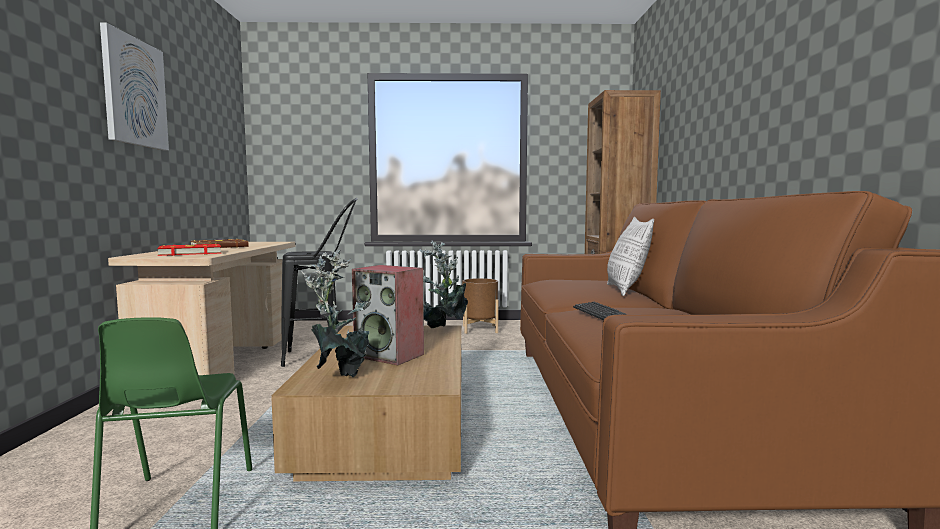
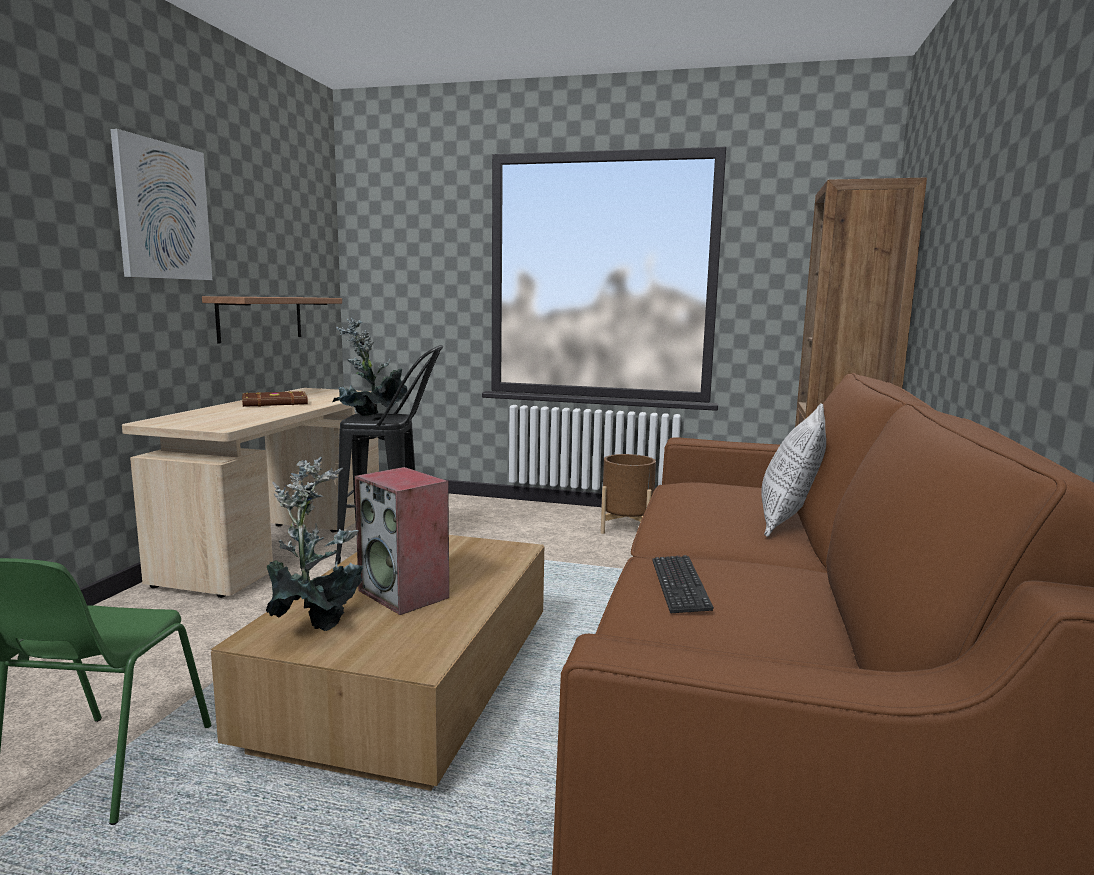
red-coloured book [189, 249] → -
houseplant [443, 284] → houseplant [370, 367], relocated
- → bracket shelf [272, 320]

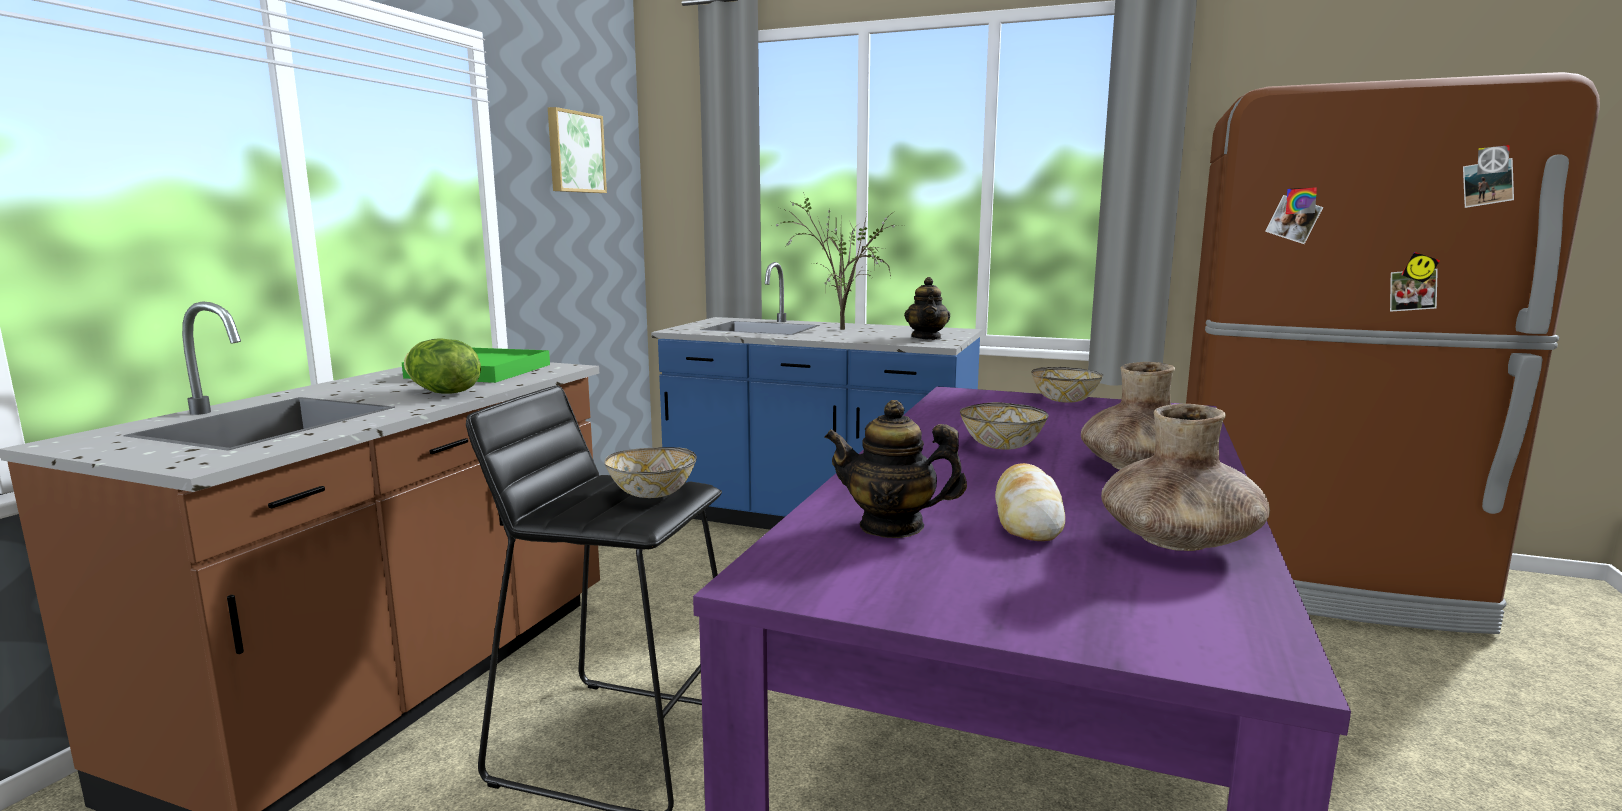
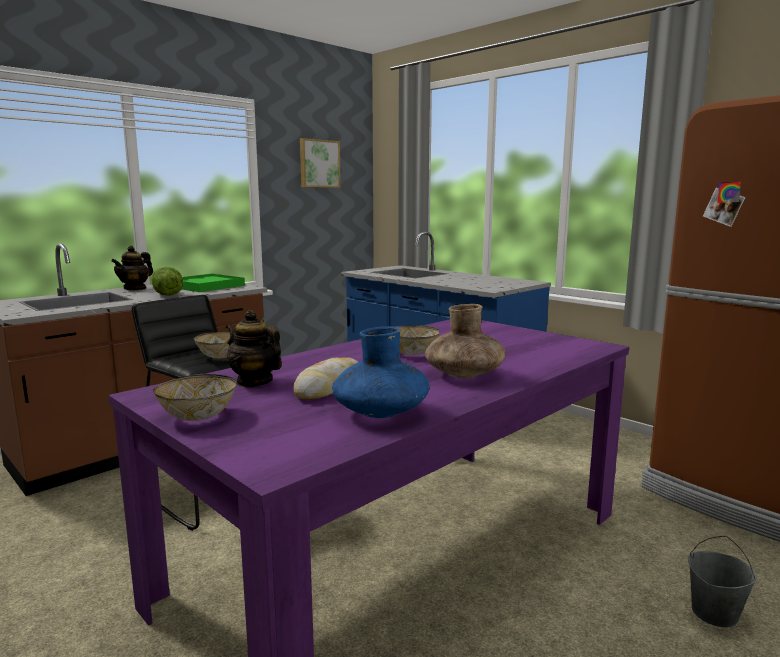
houseplant [838, 261] → -
tea pot [927, 308] → tea pot [132, 268], relocated
serving bowl [1067, 385] → serving bowl [195, 397], relocated
brownish decorative vase [1185, 477] → bluish decorative vase [380, 372]
- → gray bucket [722, 581]

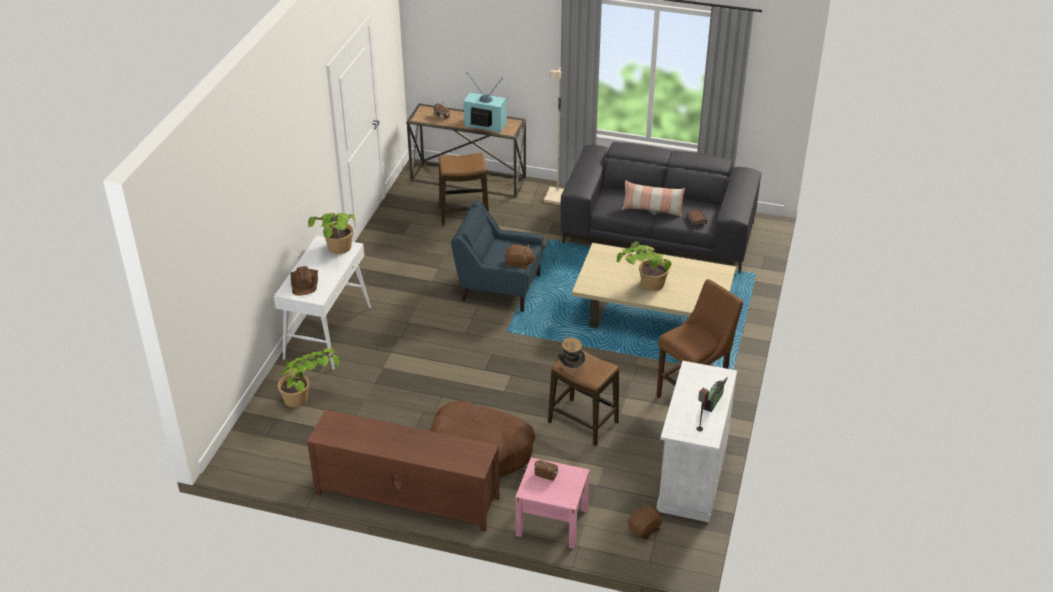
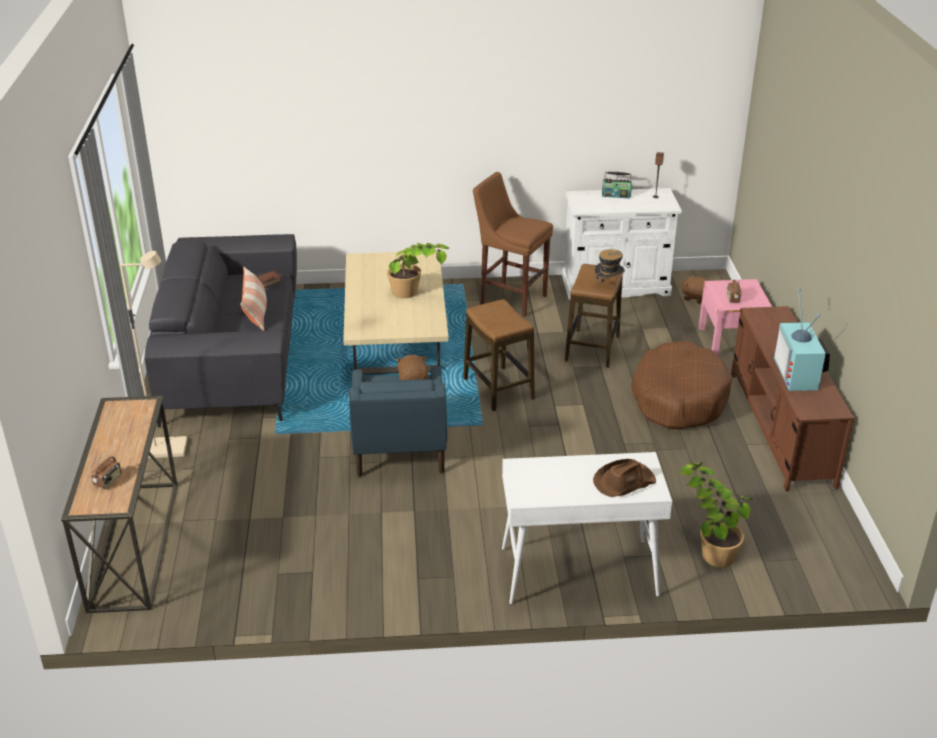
houseplant [332, 233] → -
sitting stool [464, 189] → sitting stool [499, 355], relocated
TV [485, 102] → TV [802, 339], relocated

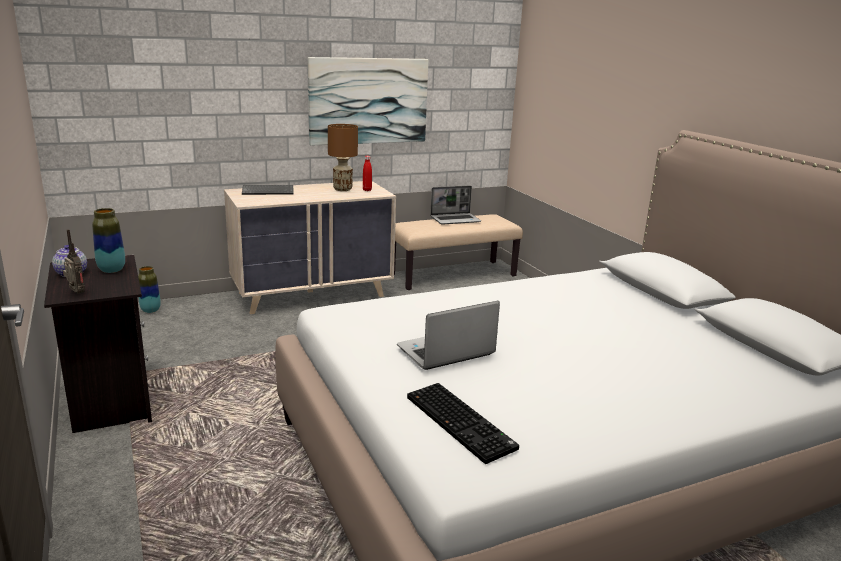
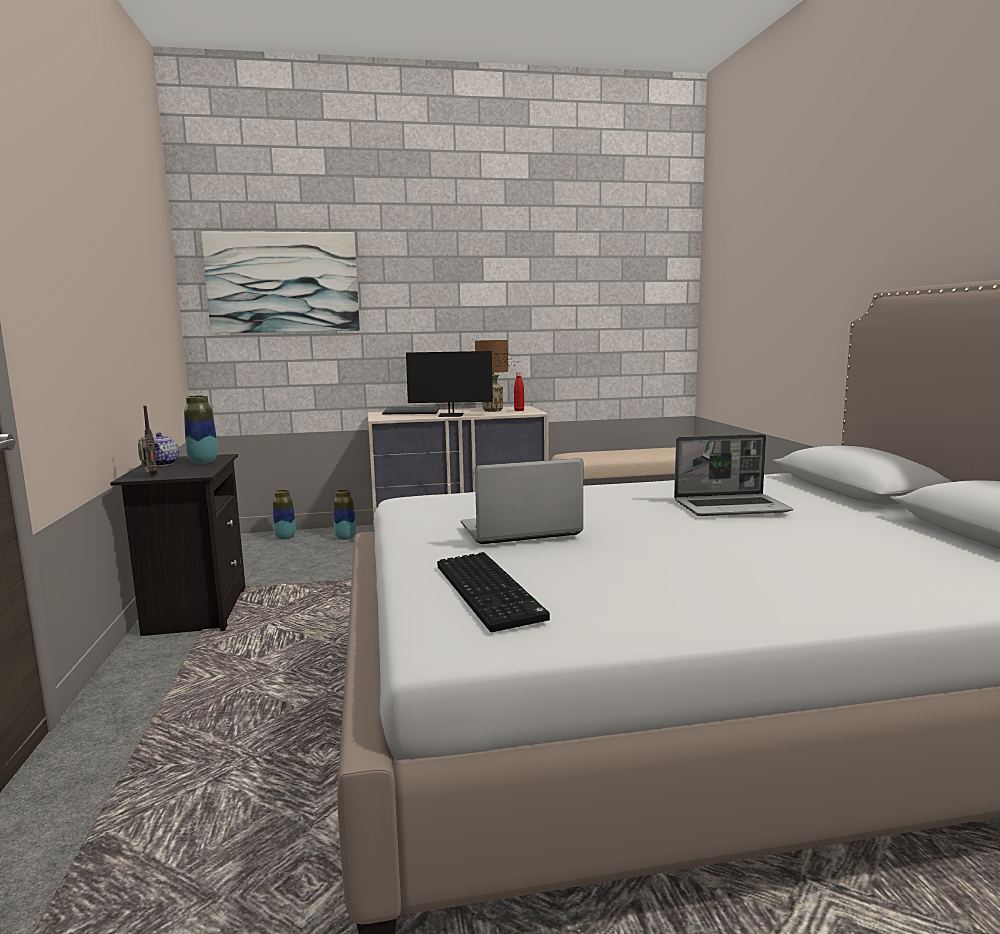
picture [368, 101] → picture [280, 282], relocated
portable computer [455, 205] → portable computer [733, 475], relocated
- → decorative vase [345, 515]
- → computer screen [460, 384]

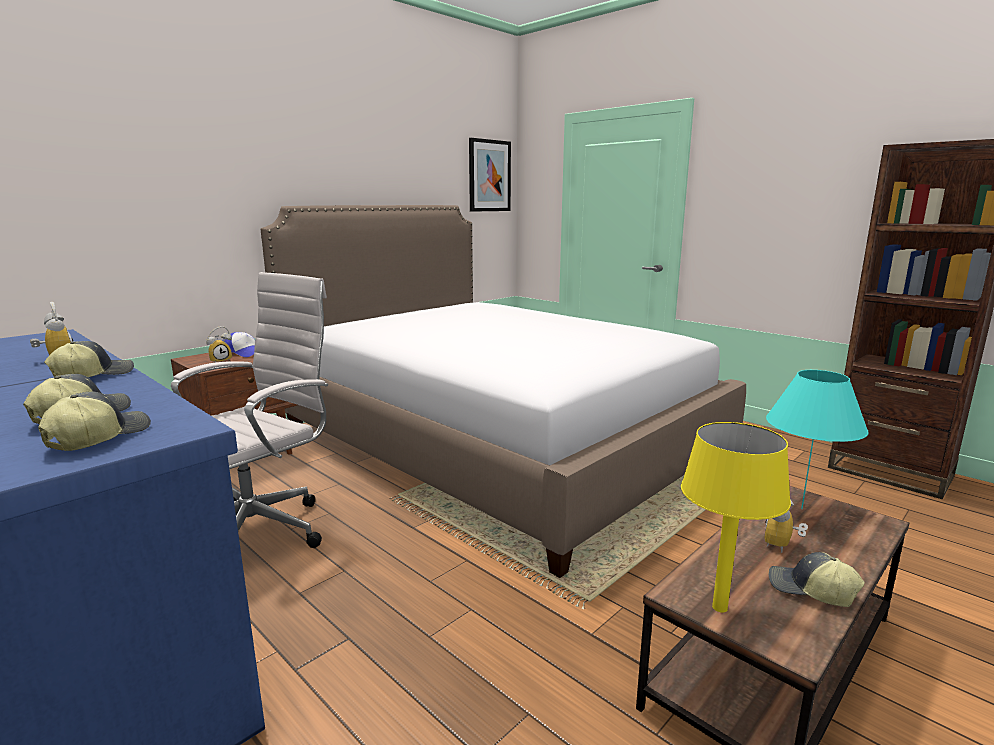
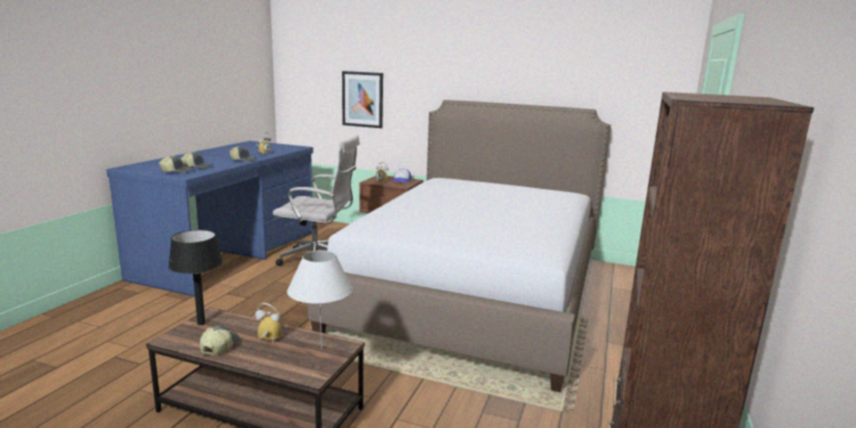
picture [490, 175] → picture [362, 99], relocated
yellow tabletop lamp [736, 517] → black-coloured tabletop lamp [195, 277]
turquoise-coloured tabletop lamp [817, 439] → white tabletop lamp [320, 300]

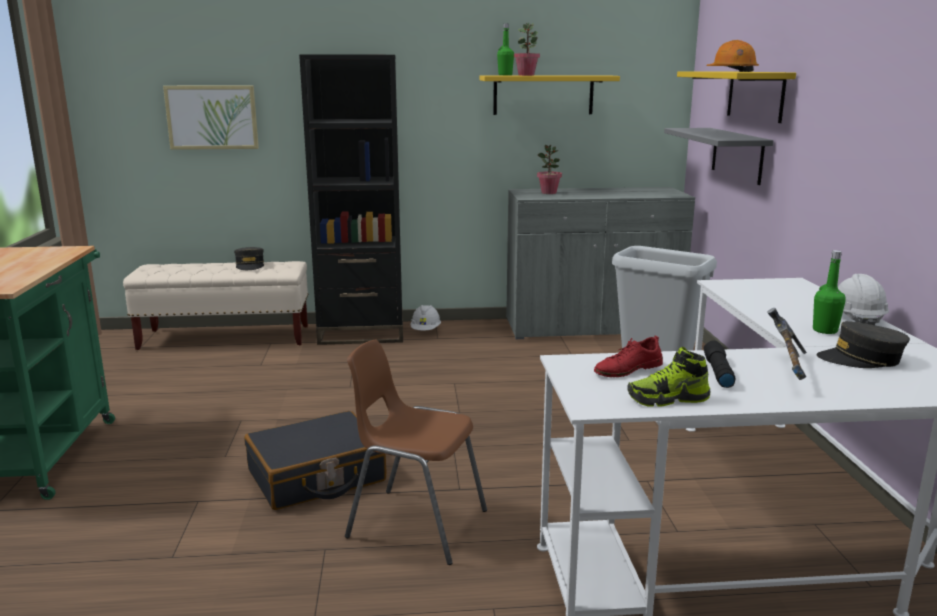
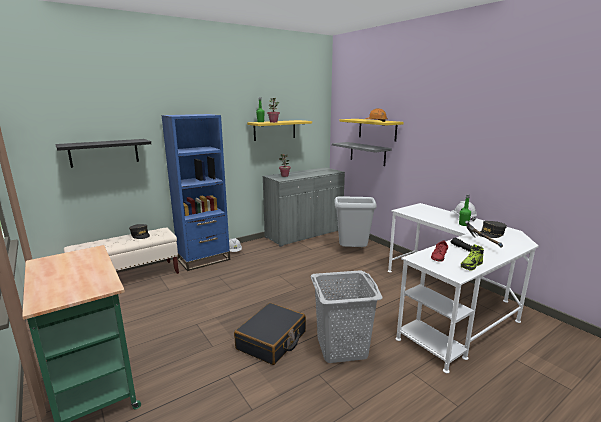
picture [211, 117] → black-coloured bracket shelf [103, 153]
black-coloured shelving unit [351, 199] → bluish shelving unit [195, 192]
brownish chair [416, 452] → gray laundry basket [346, 316]

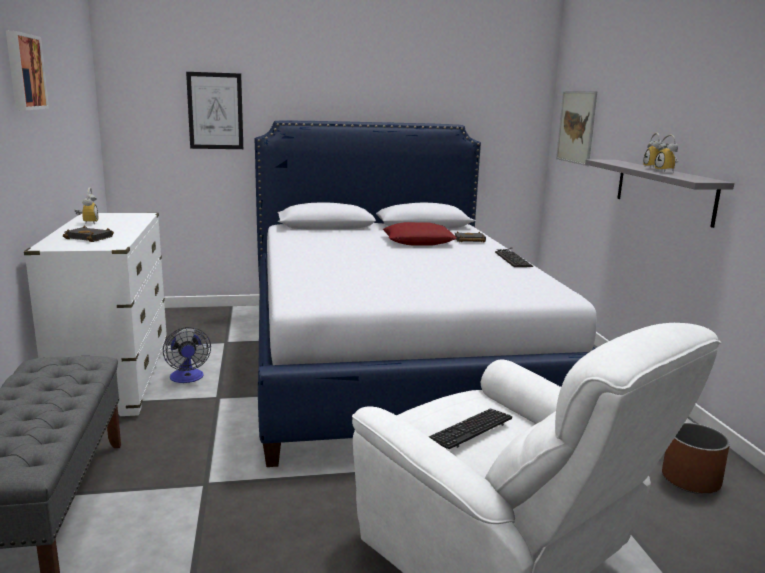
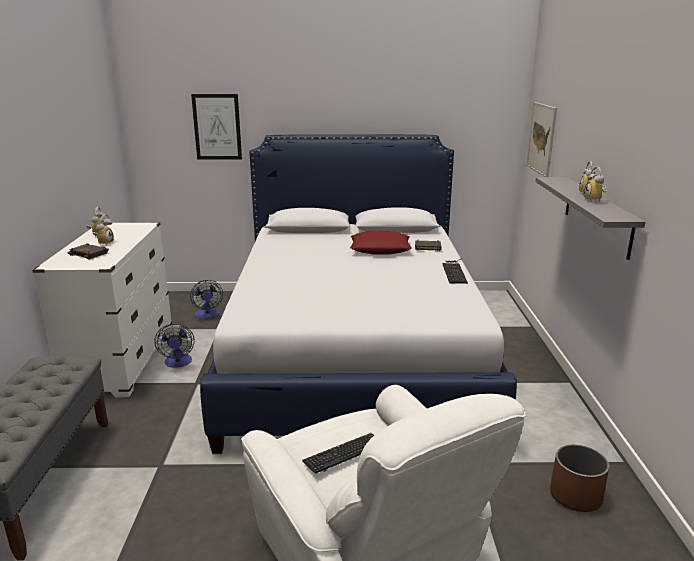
picture [27, 71] → -
- → alarm clock [103, 230]
- → cooling fan [206, 299]

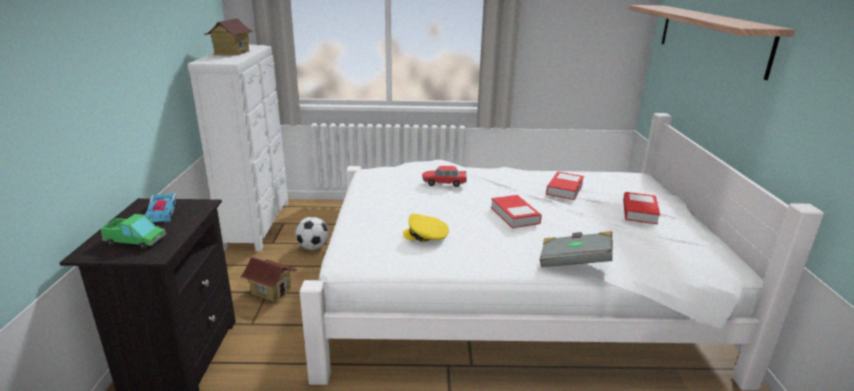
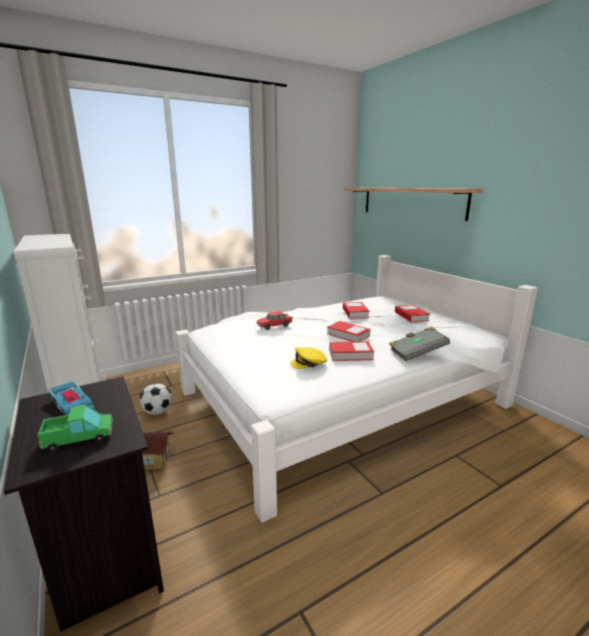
toy house [228, 36] → -
- → book [351, 351]

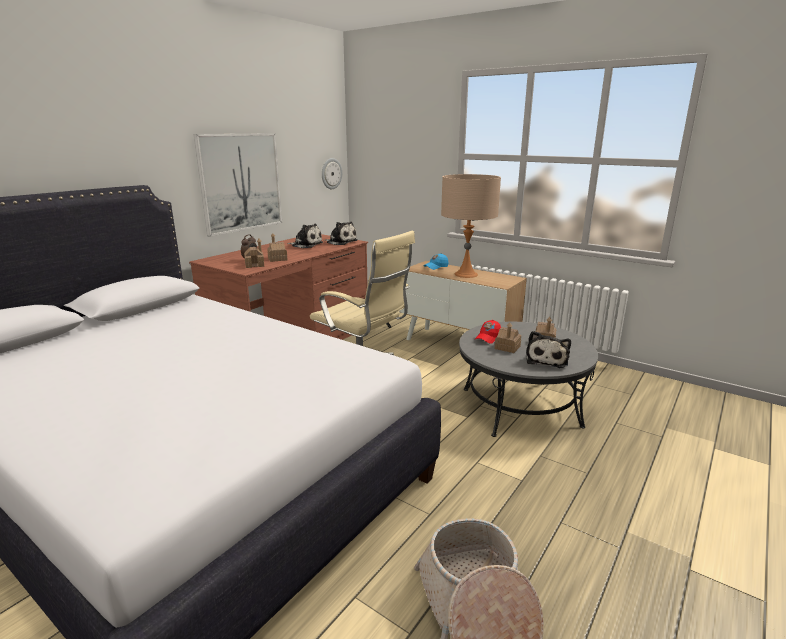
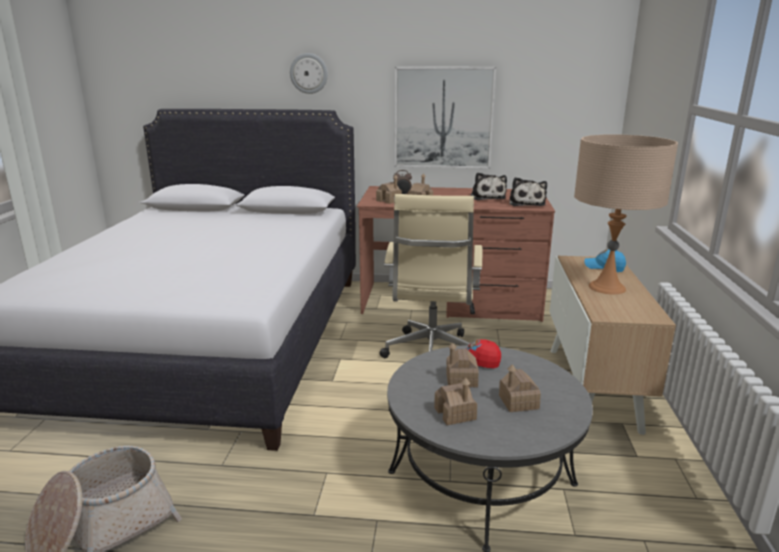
wall clock [332, 173] → wall clock [309, 73], relocated
soft toy [548, 349] → toy house [455, 401]

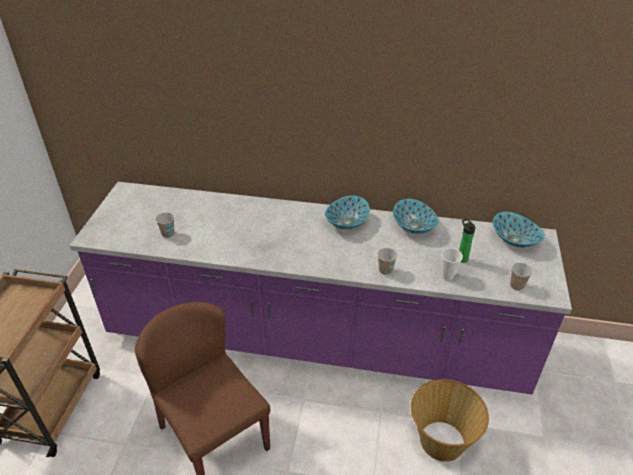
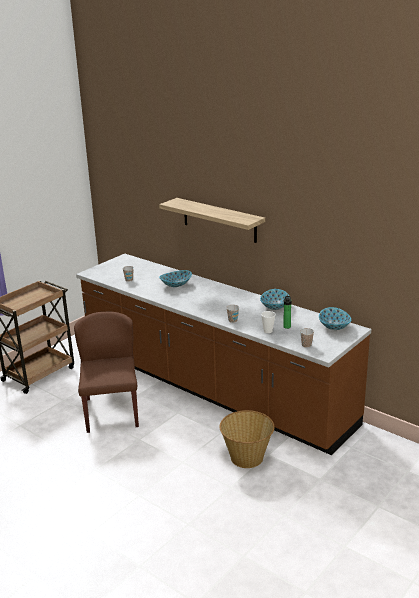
purple counter [320, 288] → brownish counter [223, 354]
serving bowl [347, 212] → serving bowl [175, 278], relocated
- → bracket shelf [212, 220]

